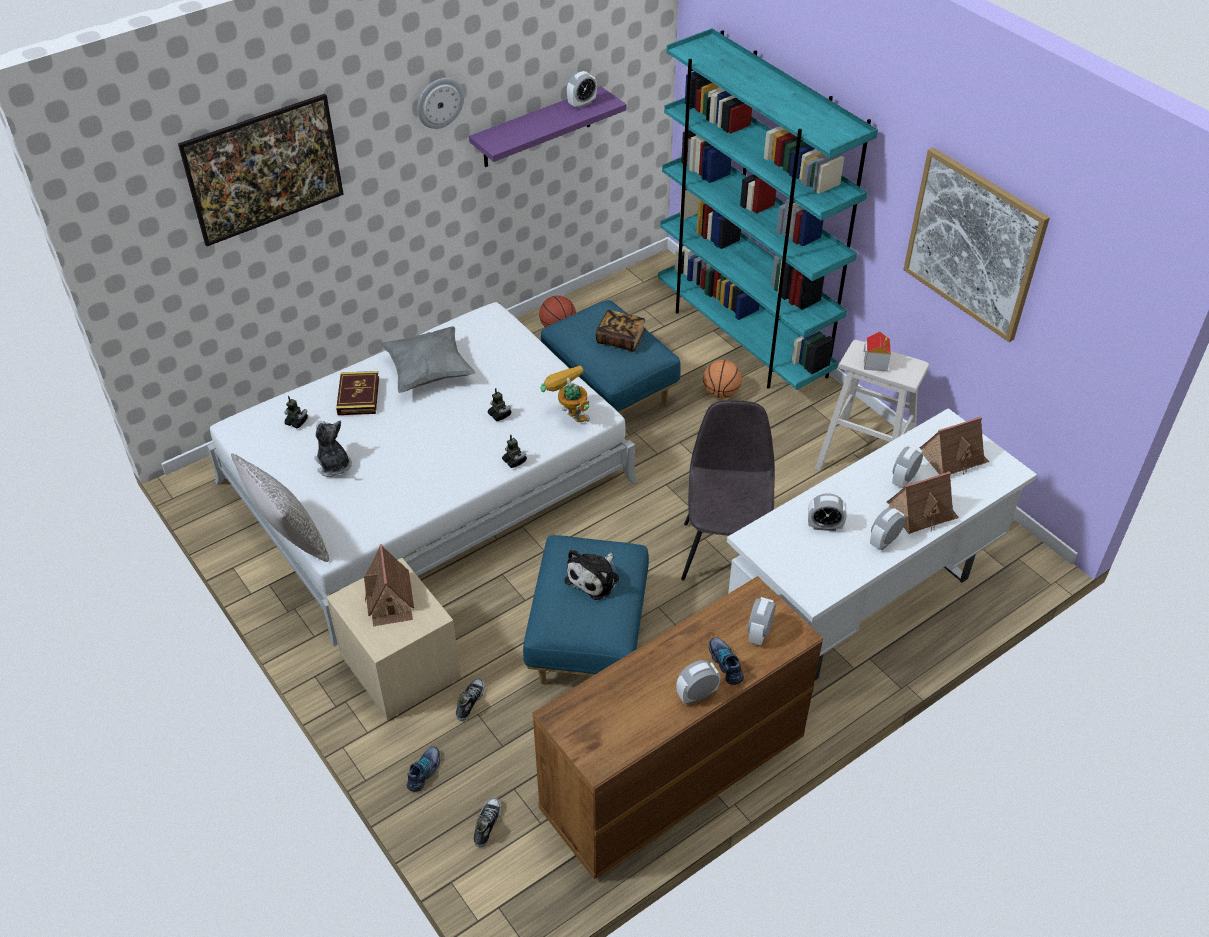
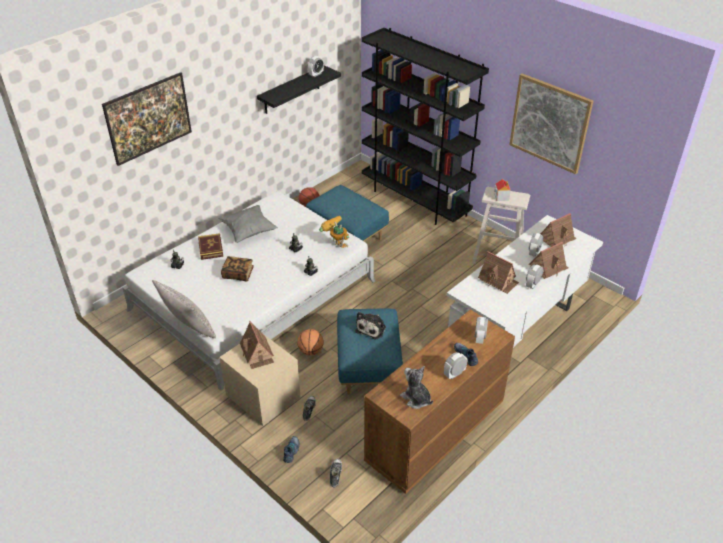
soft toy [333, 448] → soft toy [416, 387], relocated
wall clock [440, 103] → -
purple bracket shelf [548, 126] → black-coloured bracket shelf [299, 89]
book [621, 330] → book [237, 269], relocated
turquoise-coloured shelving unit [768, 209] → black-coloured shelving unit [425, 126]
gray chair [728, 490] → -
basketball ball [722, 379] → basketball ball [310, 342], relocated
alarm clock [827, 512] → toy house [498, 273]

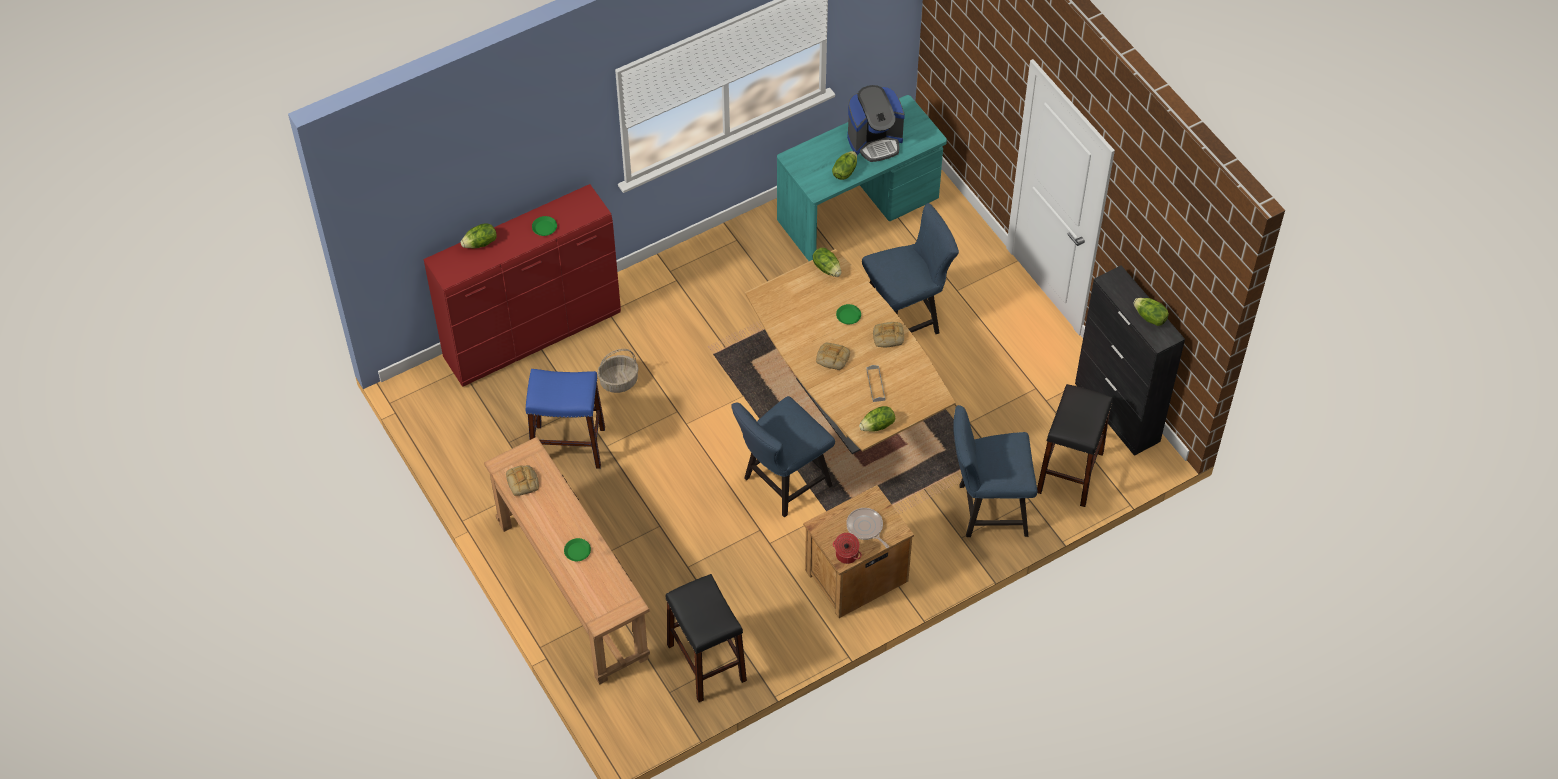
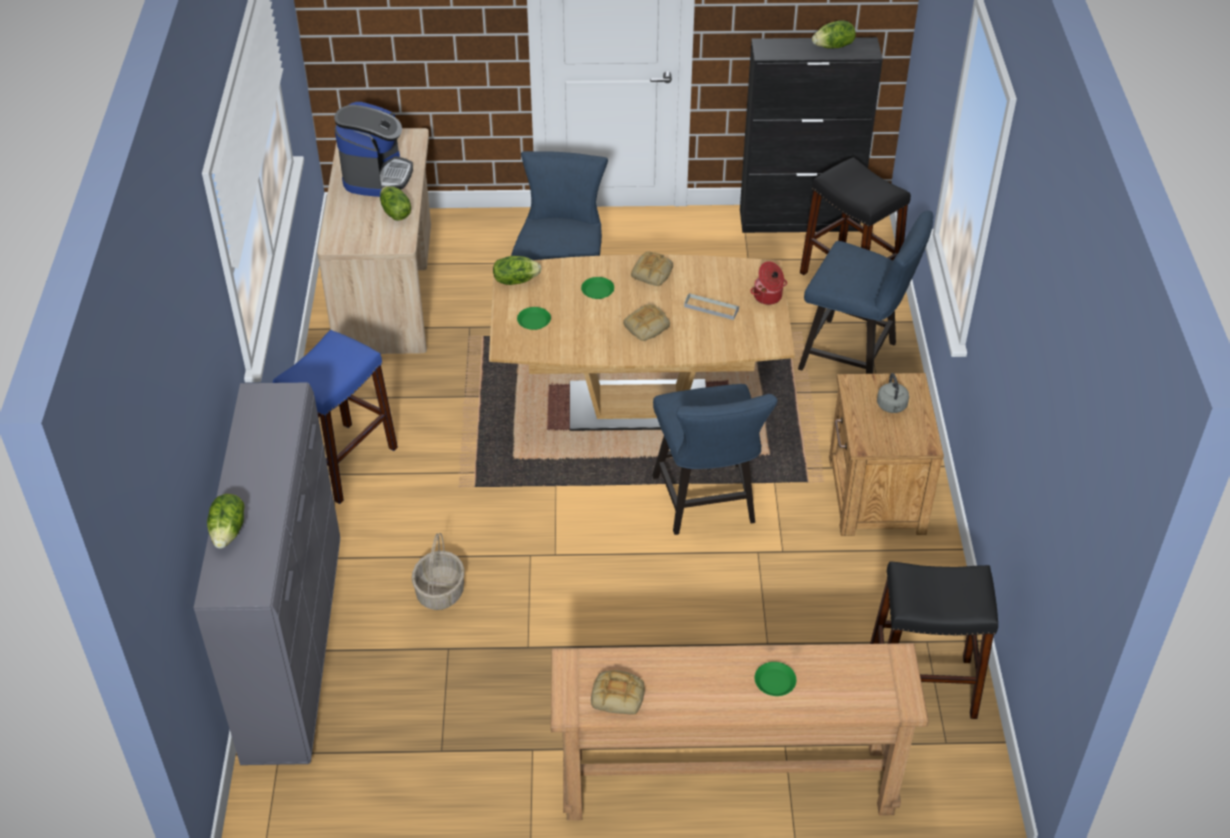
red-coloured drawer chest [522, 285] → gray drawer chest [266, 574]
bluish sitting stool [565, 419] → bluish sitting stool [335, 417], relocated
green plate [544, 226] → green plate [534, 318], relocated
turquoise-coloured desk [862, 178] → sand-coloured desk [374, 241]
saucepot [847, 548] → saucepot [768, 283], relocated
skillet [867, 528] → gray water kettle [893, 393]
lettuce head [877, 419] → -
bluish chair [995, 471] → bluish chair [866, 292], 90 degrees counterclockwise

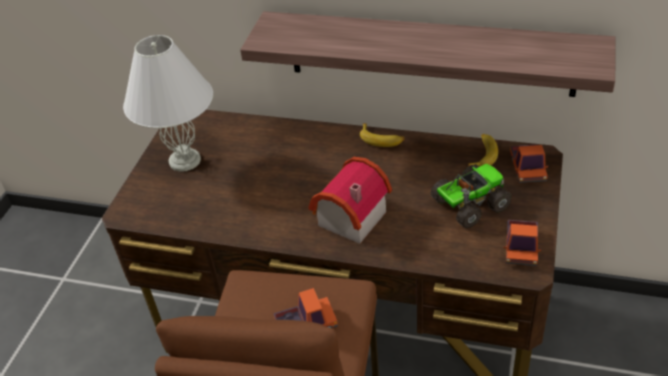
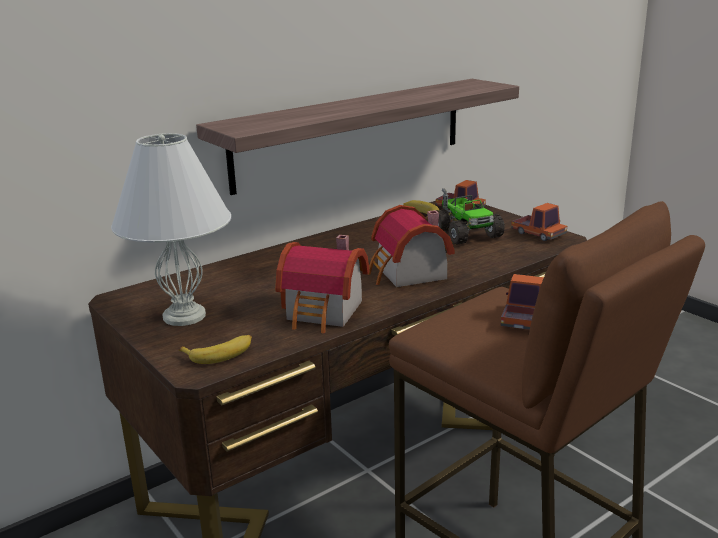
whole banana [382, 135] → whole banana [215, 349], relocated
toy lorry [471, 196] → toy lorry [470, 216], 150 degrees clockwise
- → toy house [322, 284]

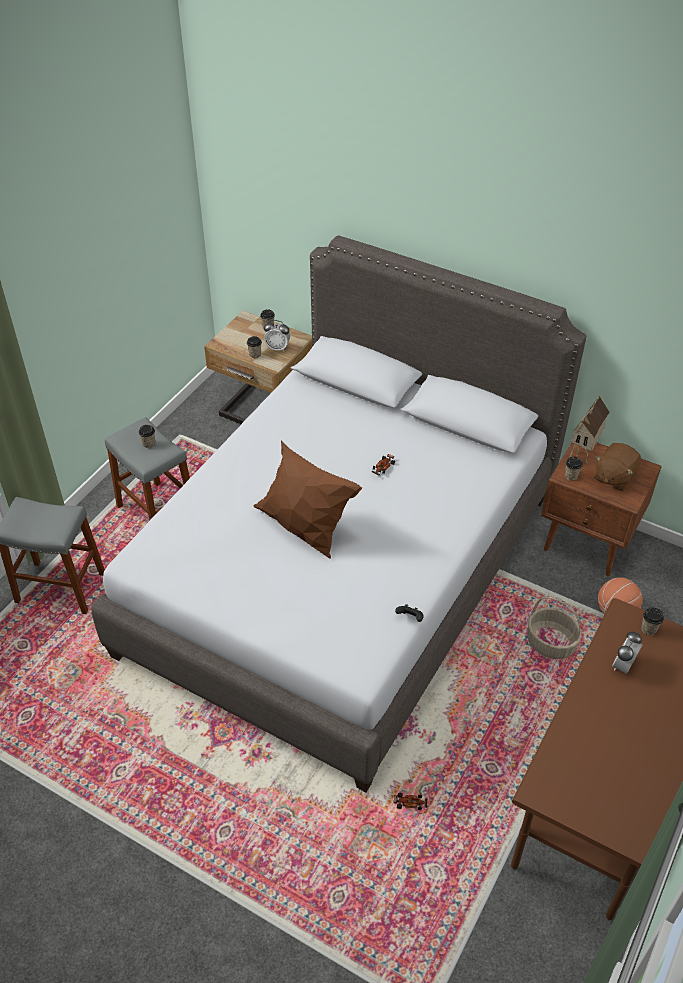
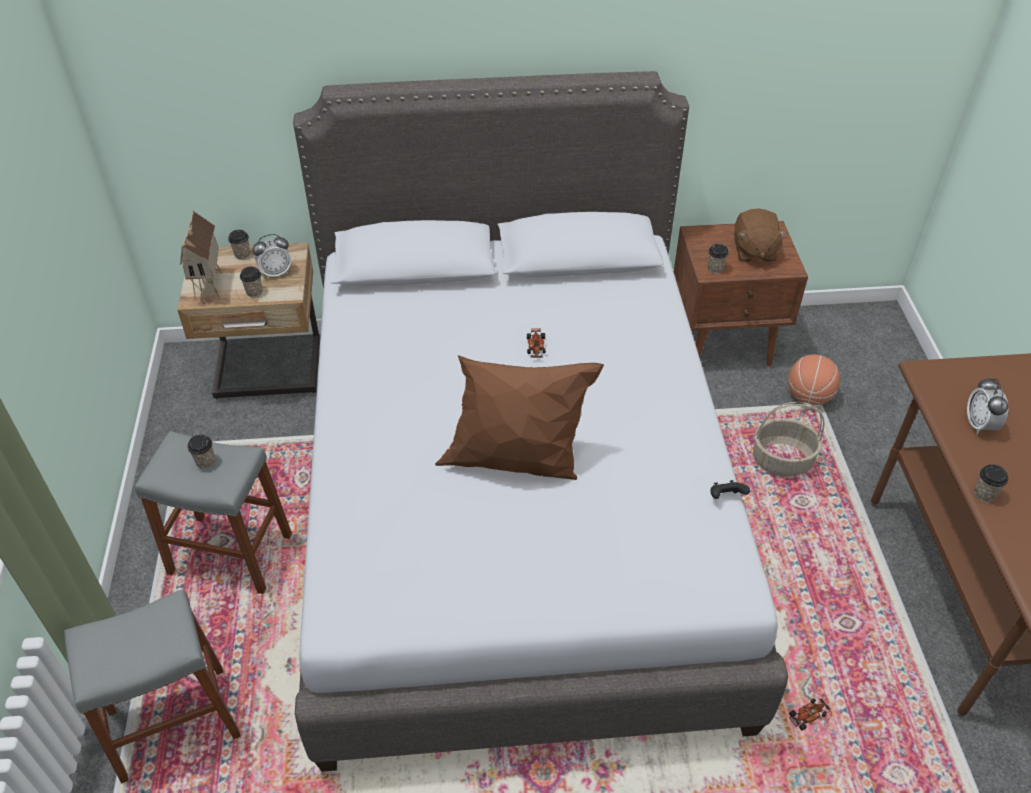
toy house [589, 429] → toy house [201, 257], relocated
small cup [652, 621] → small cup [991, 483], relocated

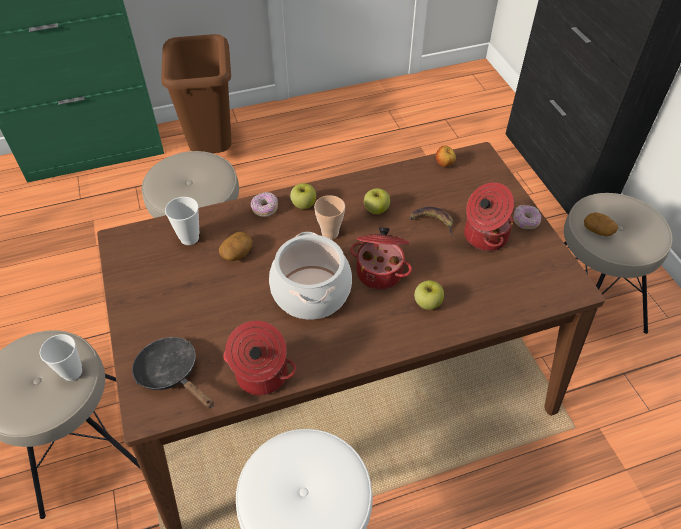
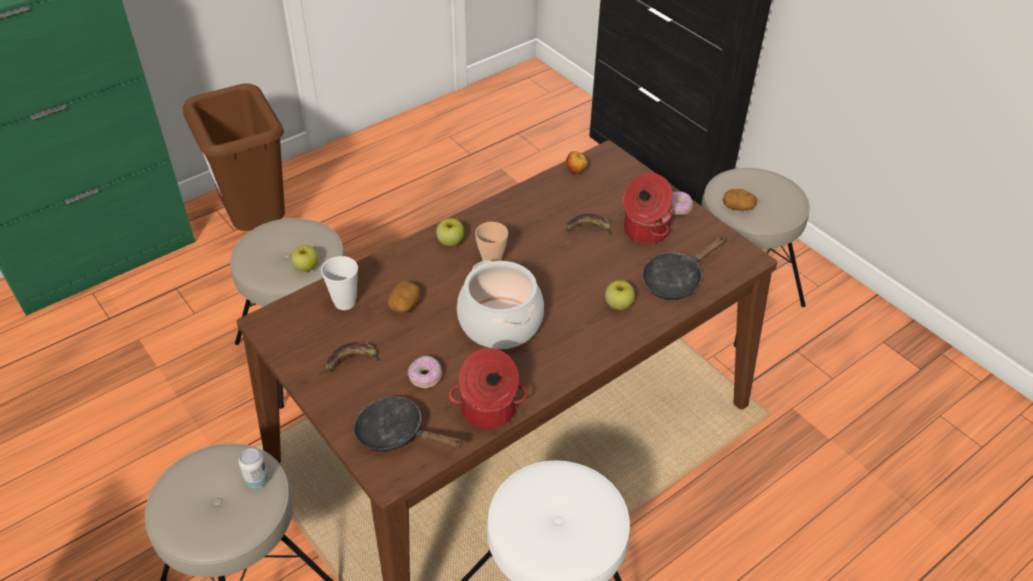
small cup [61, 357] → sealed can [253, 468]
doughnut [264, 204] → doughnut [425, 372], relocated
saucepot [381, 258] → -
apple fruit [377, 201] → apple fruit [304, 258], relocated
- → whole banana [354, 357]
- → black-coloured skillet [684, 268]

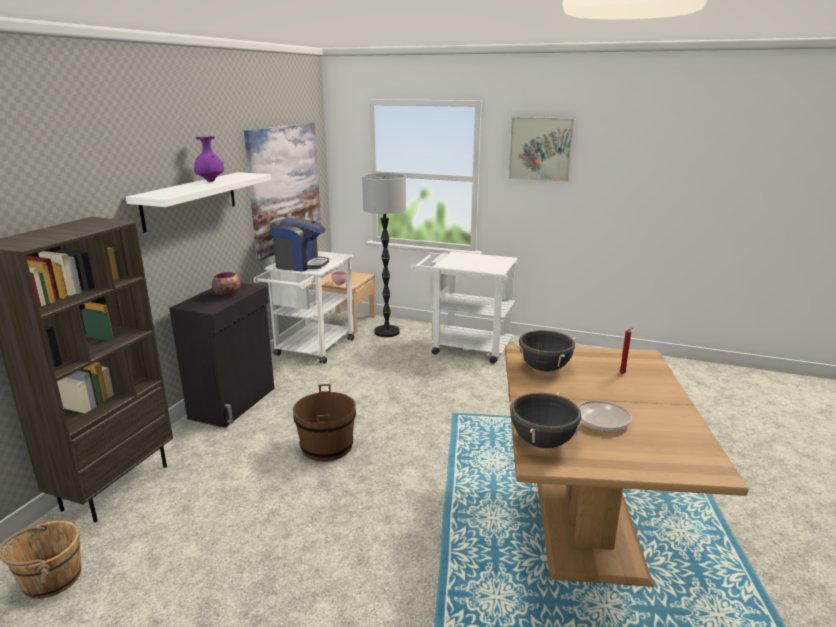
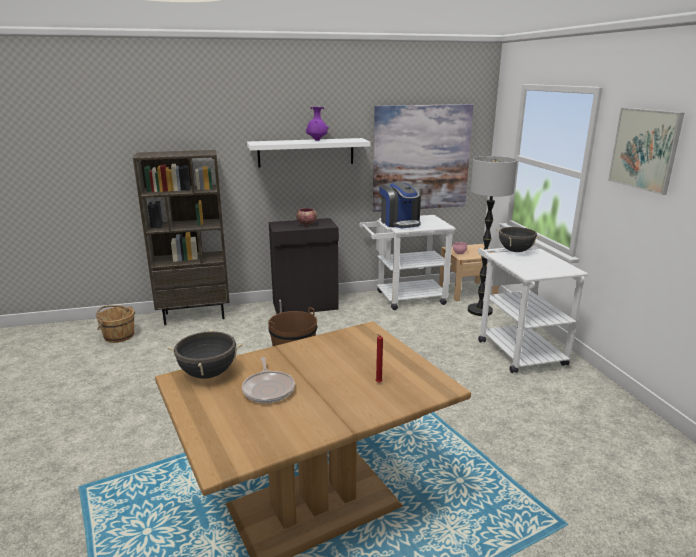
black-coloured saucepot [546, 350] → black-coloured saucepot [518, 239], relocated

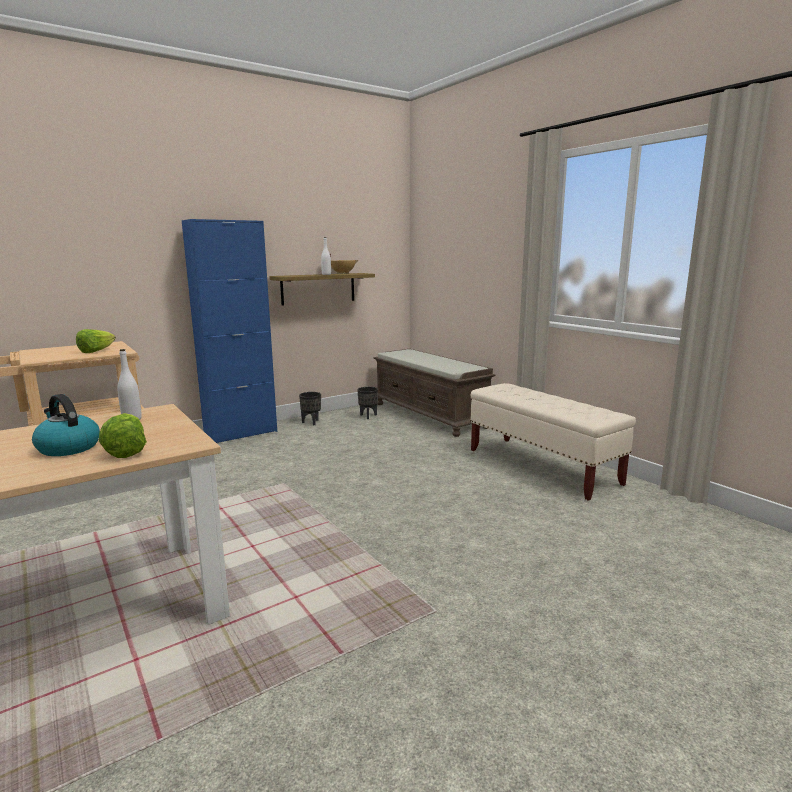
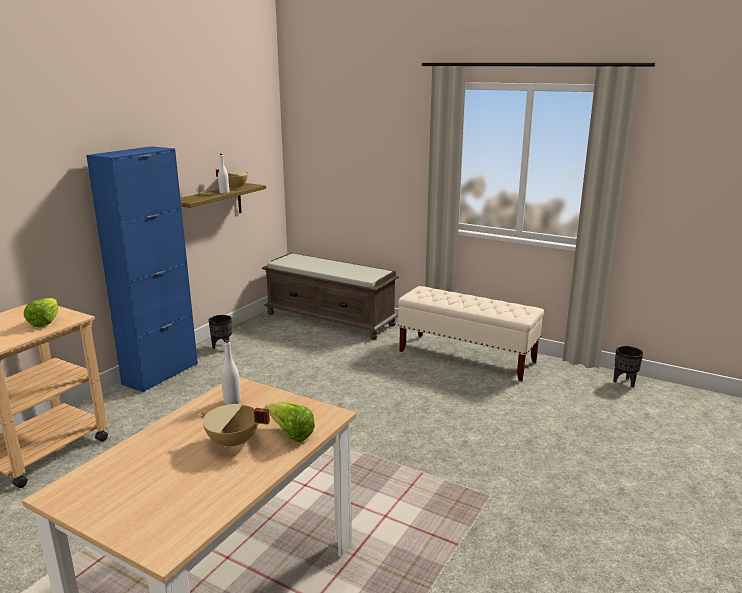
water kettle [66, 425] → sand-coloured saucepot [234, 427]
black-coloured plant pot [367, 403] → black-coloured plant pot [628, 366], relocated

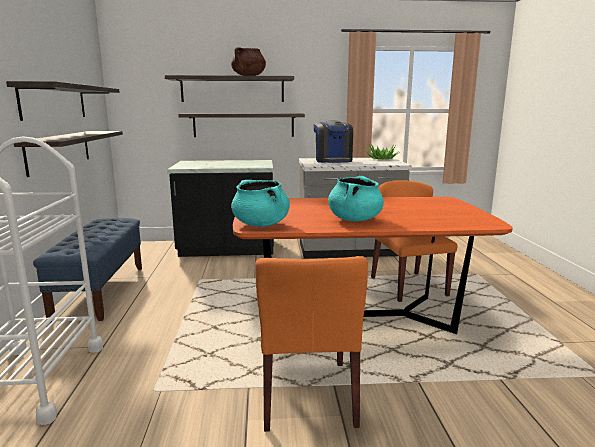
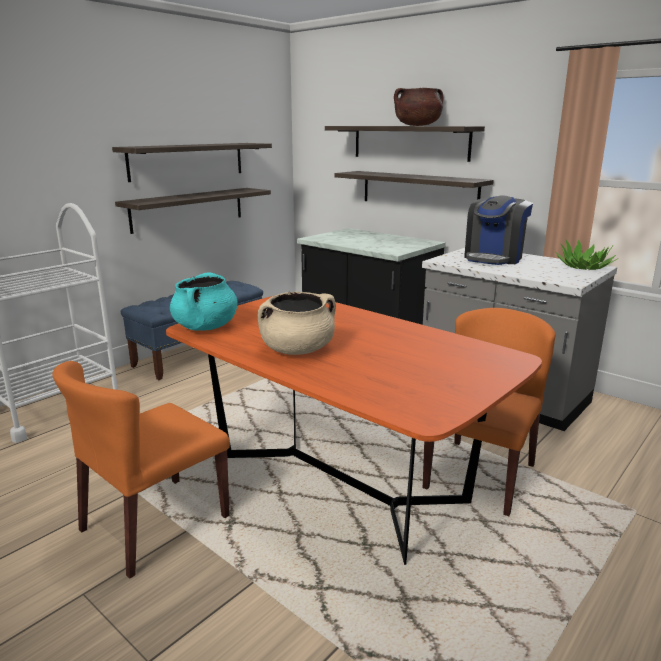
turquoise-coloured saucepot [356, 198] → sand-coloured saucepot [297, 323]

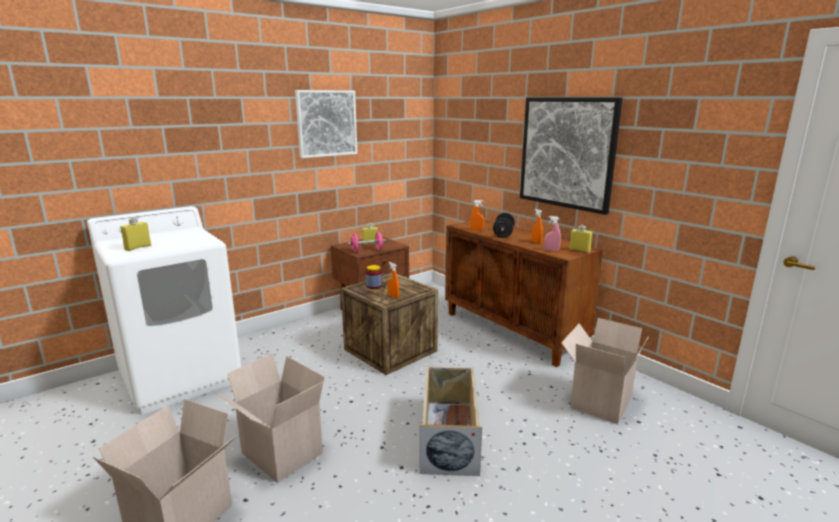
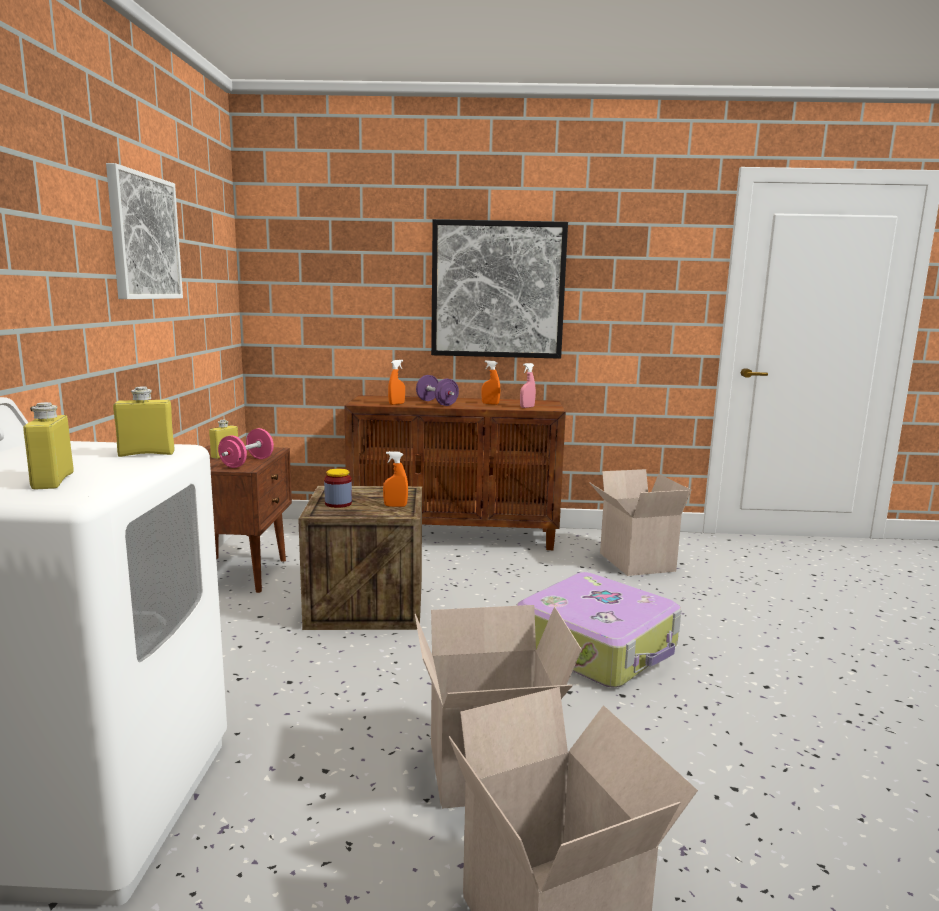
sand-coloured storage bin [451, 421] → piece of luggage [598, 630]
black-coloured dumbbell [504, 225] → purple dumbbell [437, 390]
yellow drink bottle [580, 239] → yellow drink bottle [143, 421], relocated

